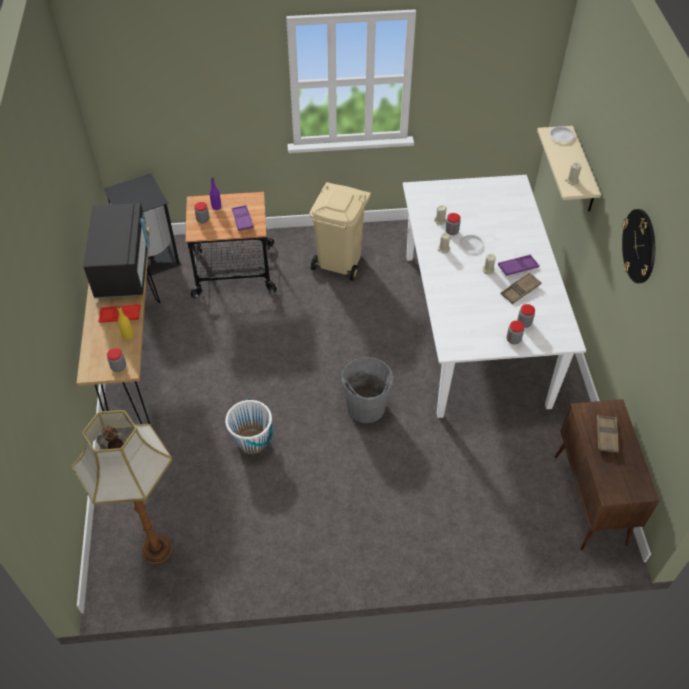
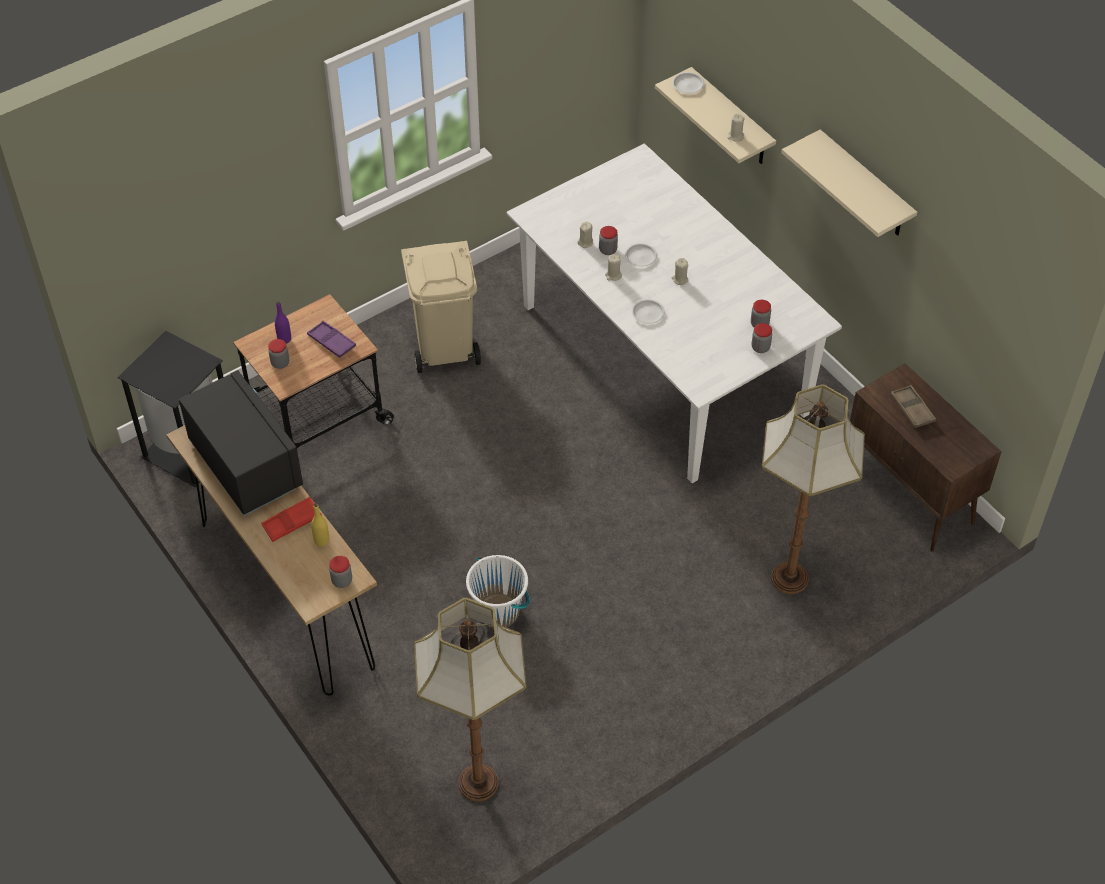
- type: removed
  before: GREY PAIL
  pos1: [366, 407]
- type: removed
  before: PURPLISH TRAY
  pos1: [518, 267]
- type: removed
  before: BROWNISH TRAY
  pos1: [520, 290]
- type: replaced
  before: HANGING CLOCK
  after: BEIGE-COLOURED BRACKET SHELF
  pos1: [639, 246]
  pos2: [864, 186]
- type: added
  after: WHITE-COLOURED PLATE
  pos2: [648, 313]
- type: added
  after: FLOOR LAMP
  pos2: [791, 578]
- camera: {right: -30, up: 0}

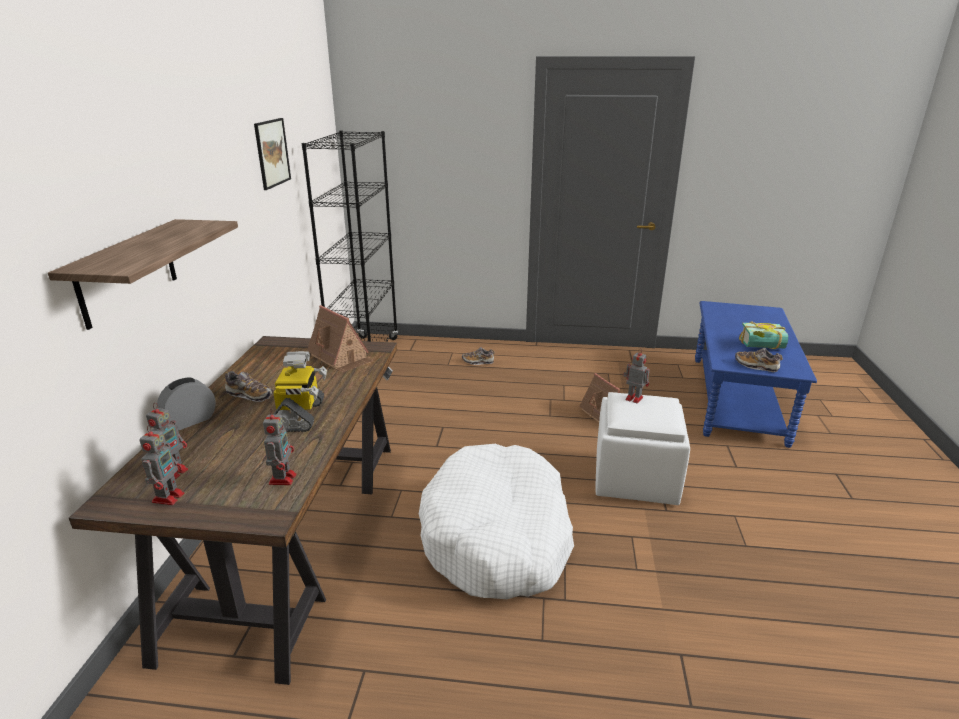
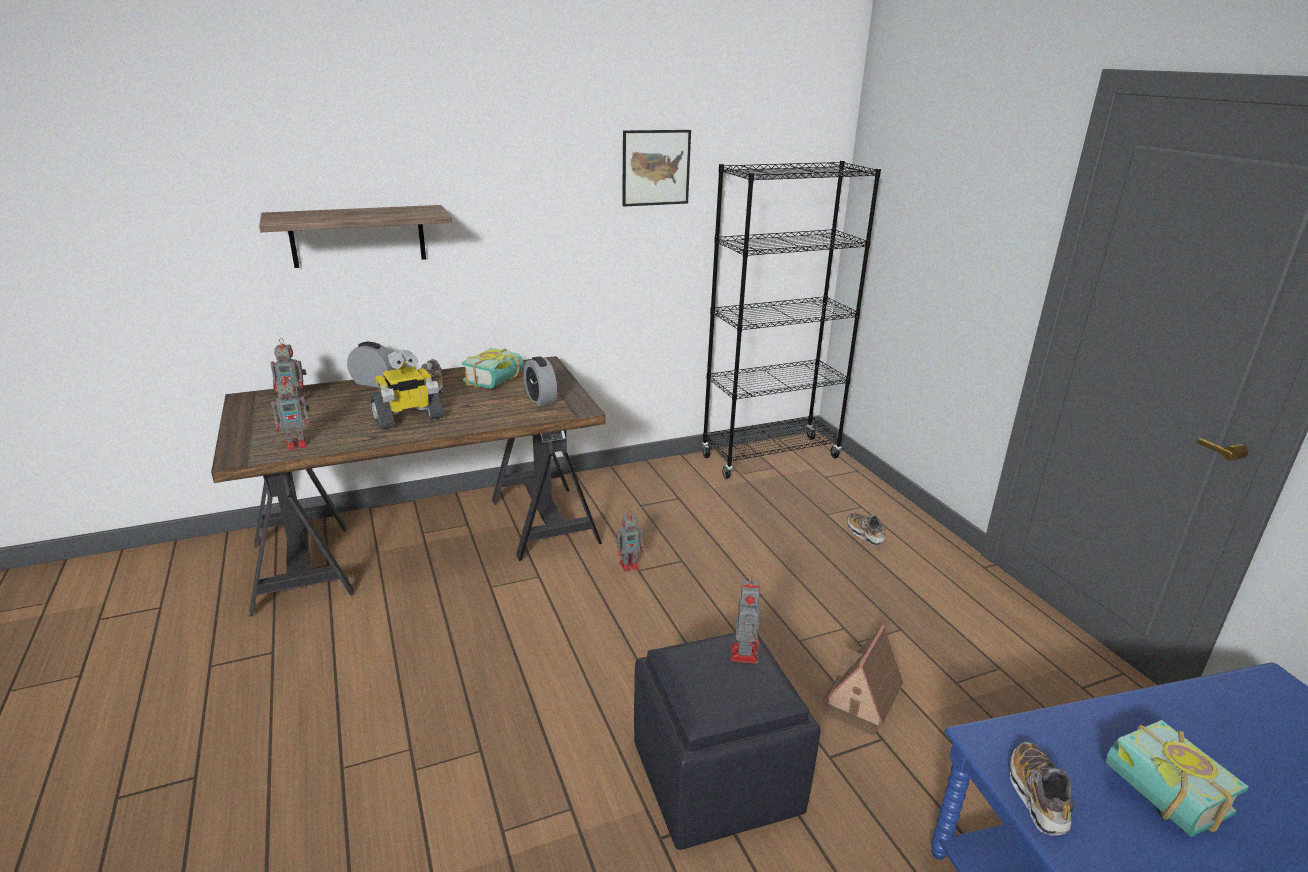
- type: moved
  before: ROBOT FIGURE
  pos1: [169, 496]
  pos2: [630, 565]
- type: replaced
  before: TOY HOUSE
  after: ALARM CLOCK
  pos1: [340, 357]
  pos2: [540, 399]
- type: removed
  before: WHITE-COLOURED DOG BED
  pos1: [497, 536]
- type: recoloured
  before: WHITE-COLOURED POUFFE
  after: BLACKISH POUFFE
  pos1: [634, 479]
  pos2: [714, 778]
- type: added
  after: BOOK
  pos2: [499, 382]
- camera: {right: 60, up: 0}

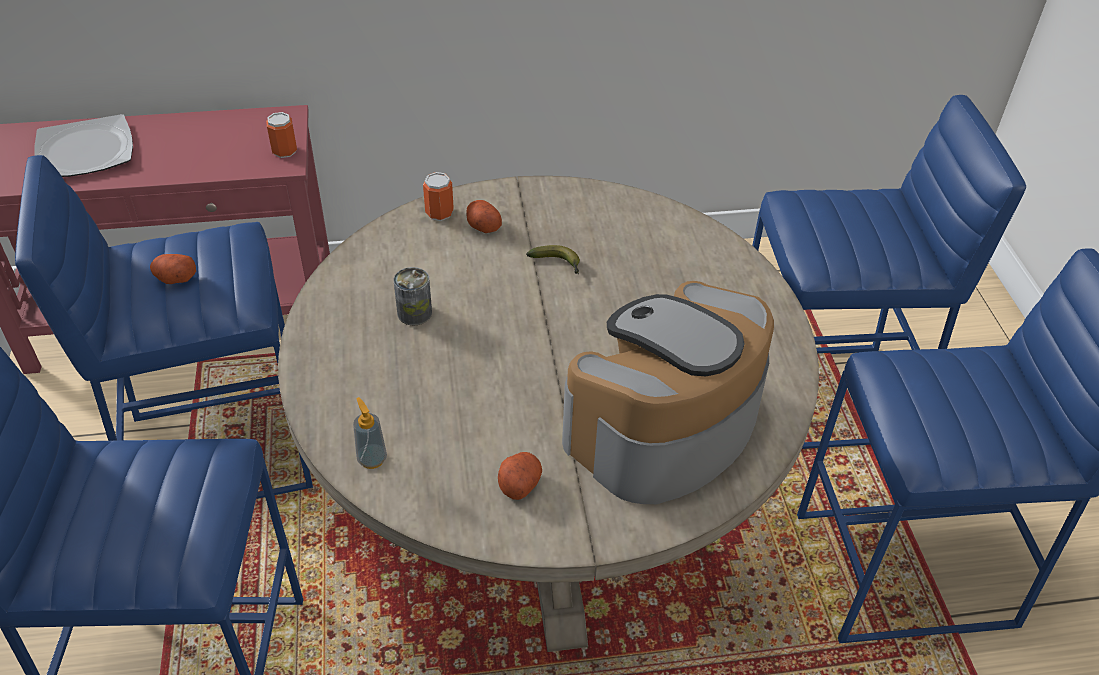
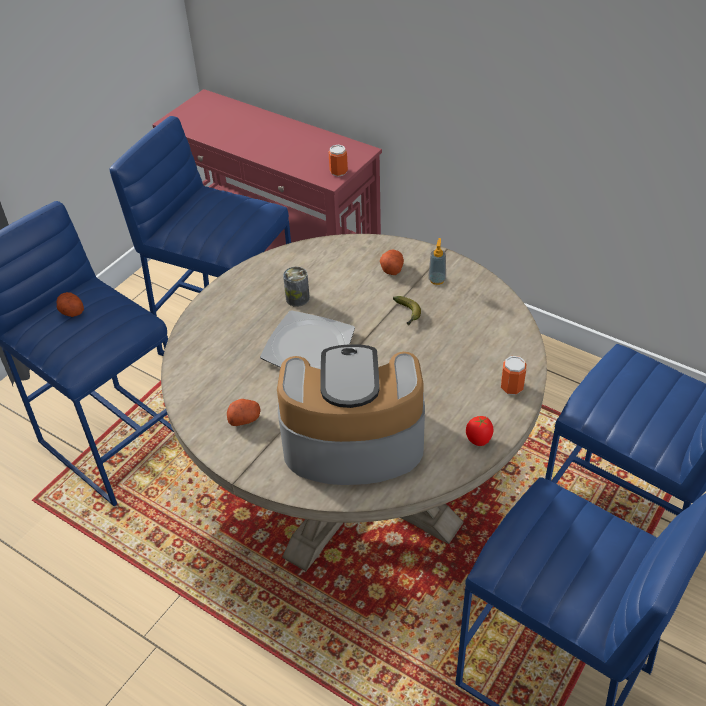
- type: moved
  before: PLATE
  pos1: [86, 150]
  pos2: [309, 346]
- type: moved
  before: POTATO
  pos1: [175, 278]
  pos2: [71, 311]
- type: moved
  before: SOAP BOTTLE
  pos1: [372, 459]
  pos2: [437, 280]
- type: moved
  before: CAN
  pos1: [439, 213]
  pos2: [511, 387]
- type: added
  after: FRESH TOMATO
  pos2: [478, 441]
- camera: {right: 45, up: 0}

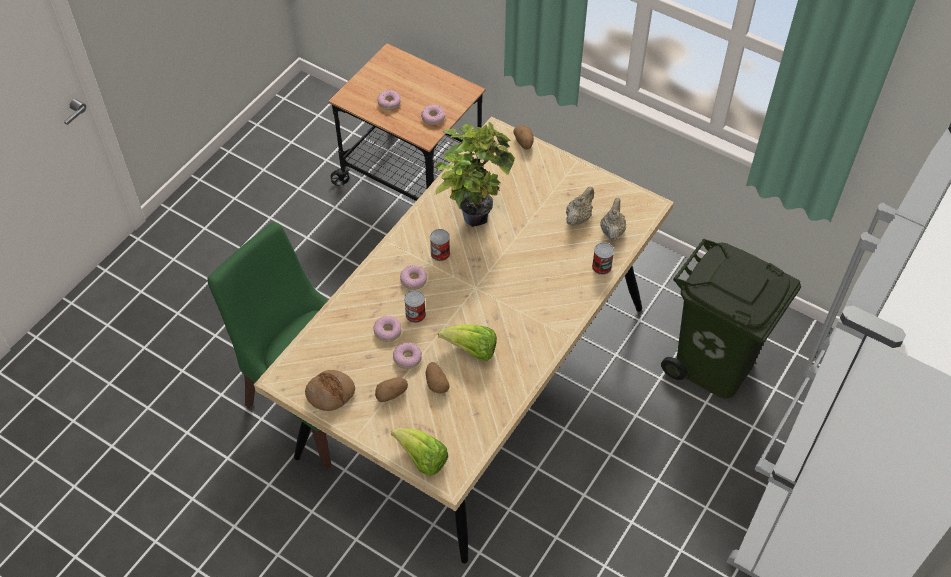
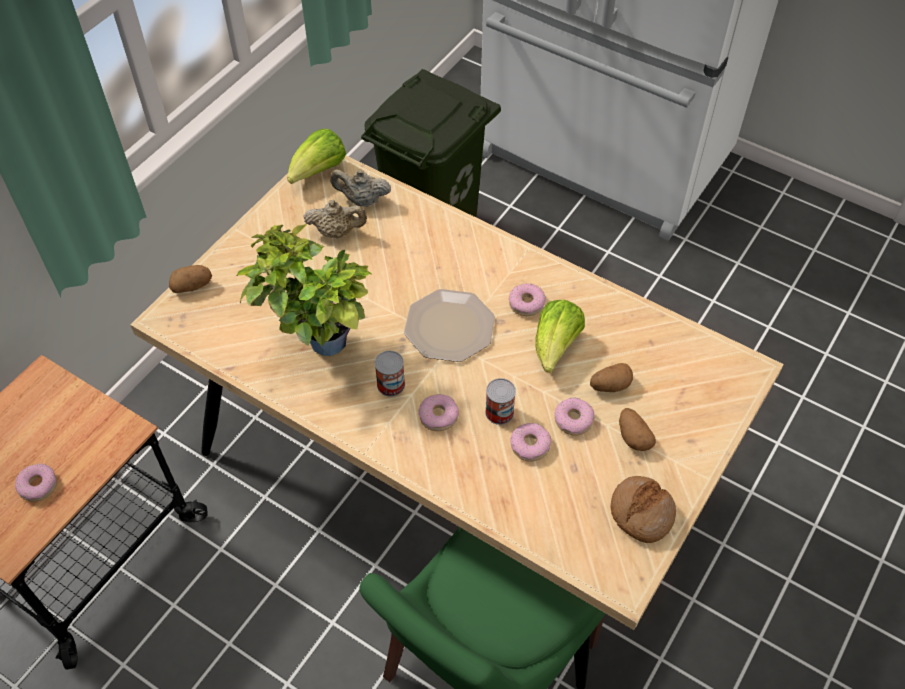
- type: moved
  before: LETTUCE HEAD
  pos1: [422, 459]
  pos2: [318, 172]
- type: moved
  before: DOUGHNUT
  pos1: [433, 117]
  pos2: [526, 303]
- type: turned
  before: BEIGE-COLOURED TEA POT
  pos1: [578, 217]
  pos2: [337, 232]
  turn: 150
- type: removed
  before: CAN
  pos1: [601, 266]
- type: added
  after: PLATE
  pos2: [449, 327]
- camera: {right: -90, up: 0}

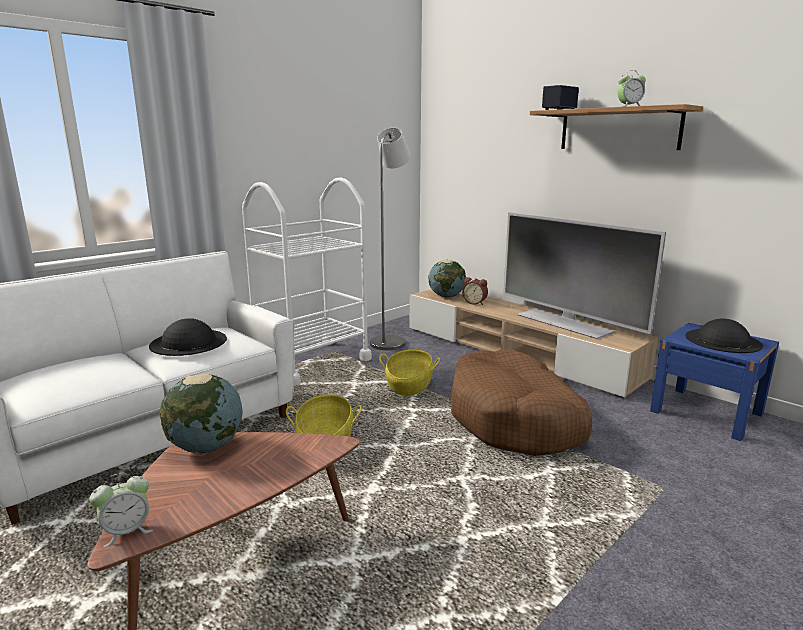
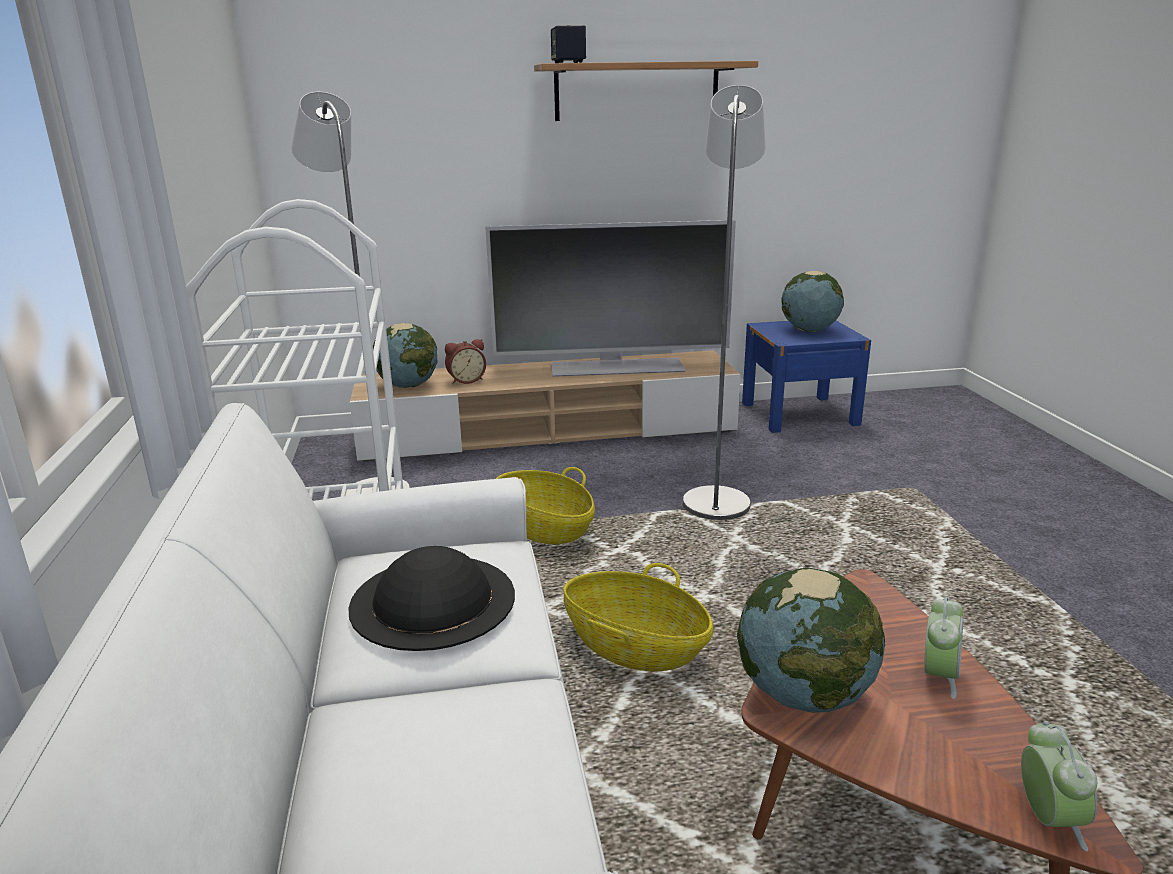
- type: replaced
  before: BROWNISH DOG BED
  after: GREY FLOOR LAMP
  pos1: [515, 419]
  pos2: [717, 499]
- type: moved
  before: ALARM CLOCK
  pos1: [629, 107]
  pos2: [938, 676]
- type: replaced
  before: BLACKISH CLOTHING HAT
  after: DESK GLOBE
  pos1: [723, 340]
  pos2: [809, 330]
- camera: {right: -55, up: 5}

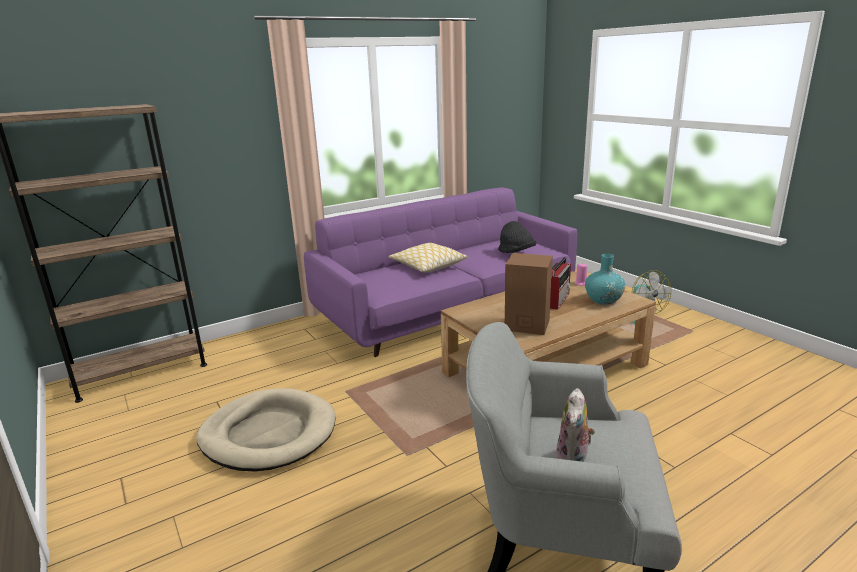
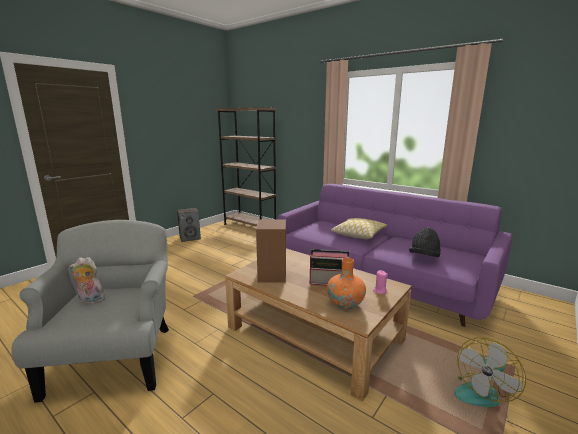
- type: removed
  before: BEIGE-COLOURED DOG BED
  pos1: [268, 434]
- type: recoloured
  before: BLUE-GREEN DECORATIVE VASE
  after: ORANGE DECORATIVE VASE
  pos1: [603, 300]
  pos2: [345, 303]
- type: added
  after: AUDIO SPEAKER
  pos2: [190, 238]
- camera: {right: 70, up: -5}

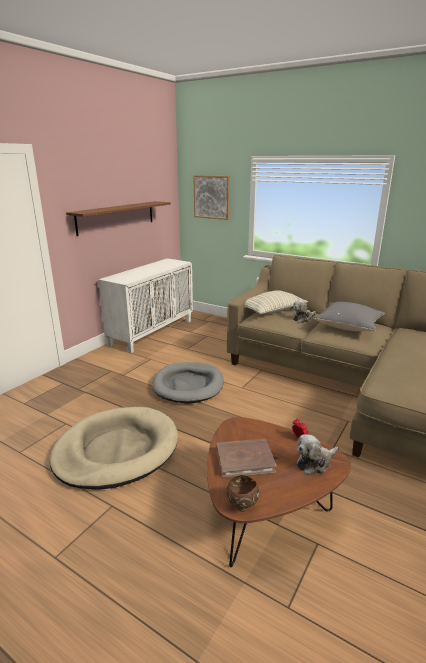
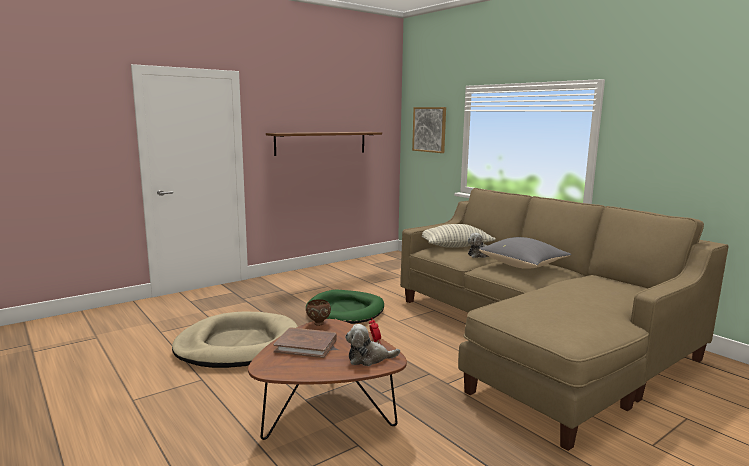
- type: removed
  before: WHITE-COLOURED STORAGE CABINET
  pos1: [152, 332]
- type: recoloured
  before: GREY DOG BED
  after: GREEN DOG BED
  pos1: [188, 385]
  pos2: [346, 311]
- type: moved
  before: BROWNISH BOWL
  pos1: [241, 506]
  pos2: [318, 323]
- camera: {right: 20, up: -10}

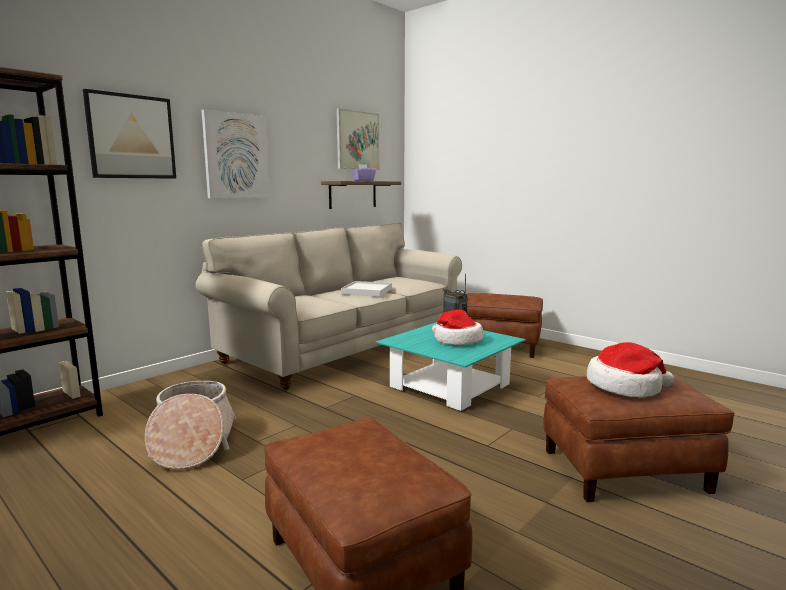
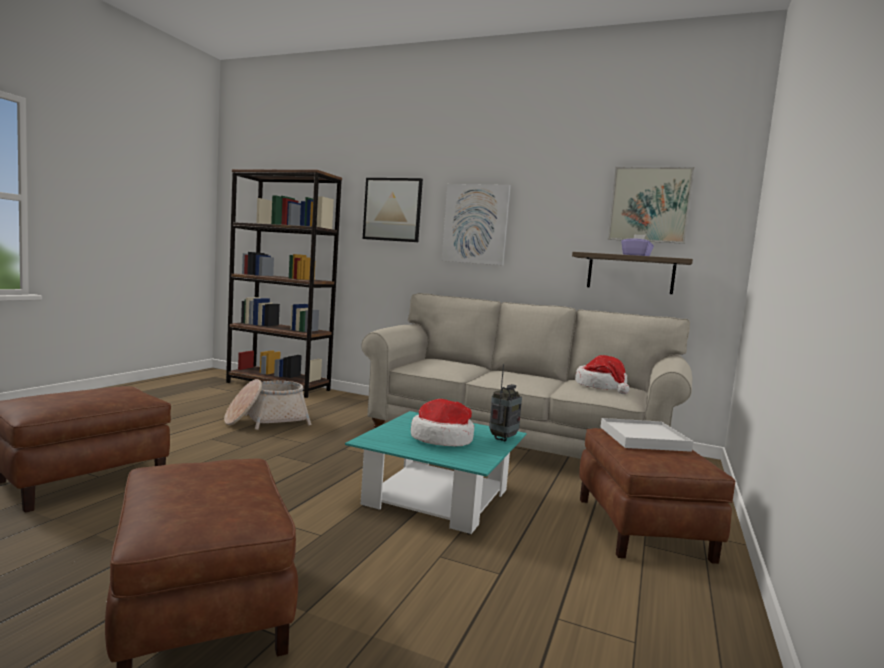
- type: moved
  before: WHITE-COLOURED TRAY
  pos1: [367, 291]
  pos2: [643, 438]
- type: moved
  before: CLOTHING HAT
  pos1: [625, 386]
  pos2: [601, 387]
- camera: {right: 70, up: -5}

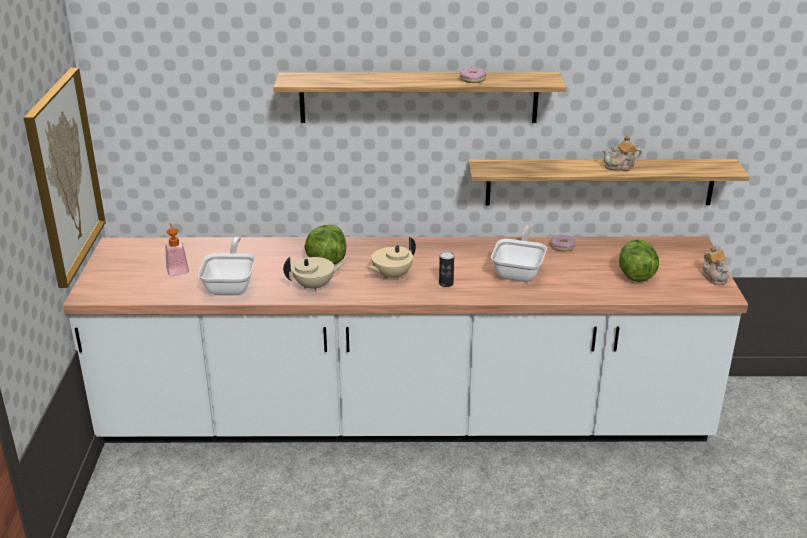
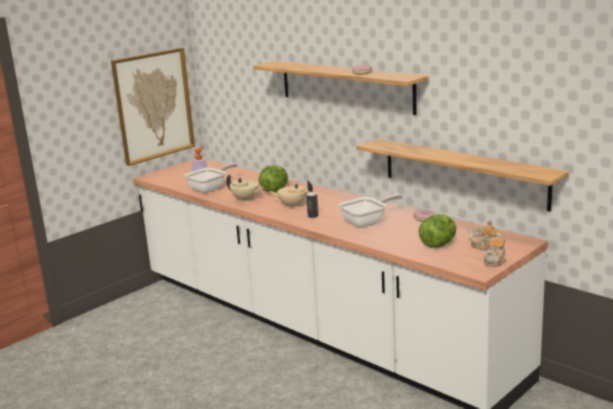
- type: moved
  before: TEA POT
  pos1: [620, 167]
  pos2: [484, 246]
- camera: {right: 45, up: -10}

